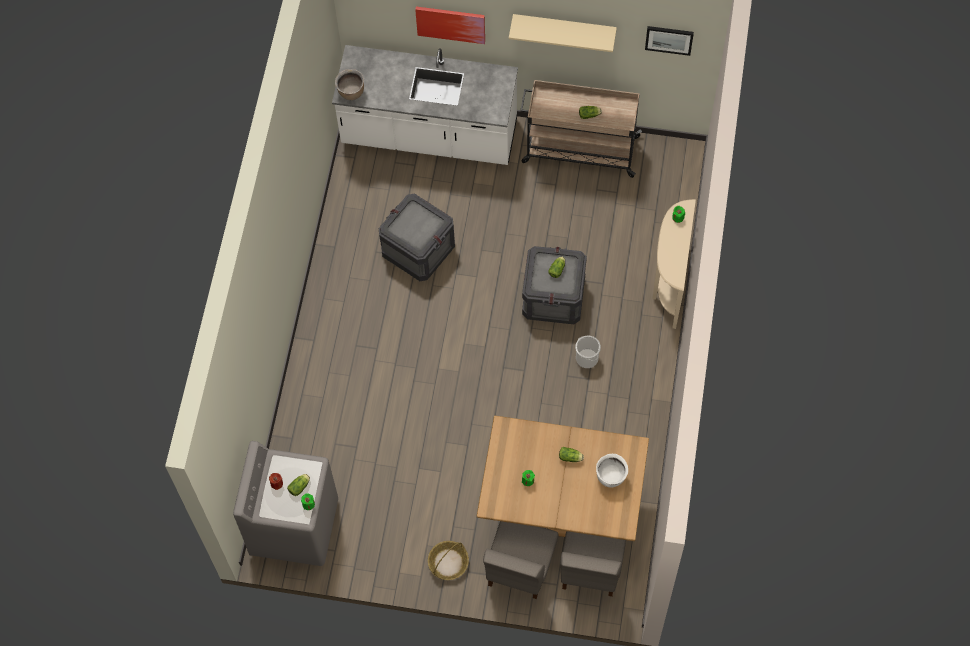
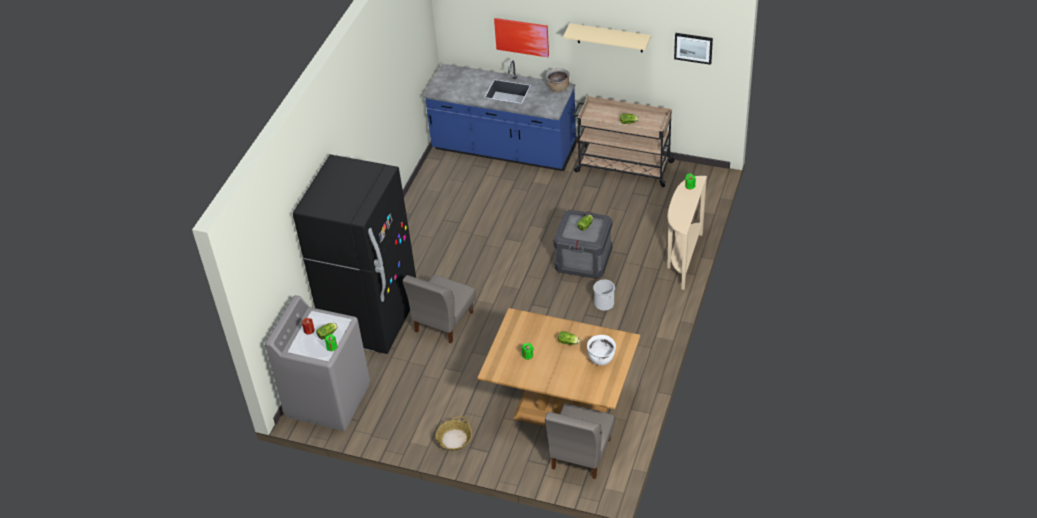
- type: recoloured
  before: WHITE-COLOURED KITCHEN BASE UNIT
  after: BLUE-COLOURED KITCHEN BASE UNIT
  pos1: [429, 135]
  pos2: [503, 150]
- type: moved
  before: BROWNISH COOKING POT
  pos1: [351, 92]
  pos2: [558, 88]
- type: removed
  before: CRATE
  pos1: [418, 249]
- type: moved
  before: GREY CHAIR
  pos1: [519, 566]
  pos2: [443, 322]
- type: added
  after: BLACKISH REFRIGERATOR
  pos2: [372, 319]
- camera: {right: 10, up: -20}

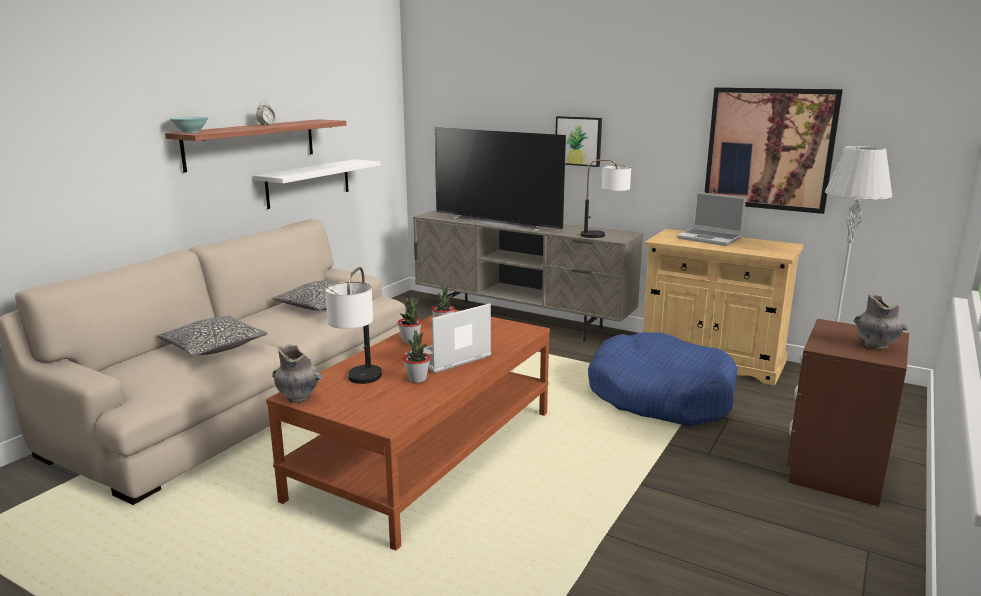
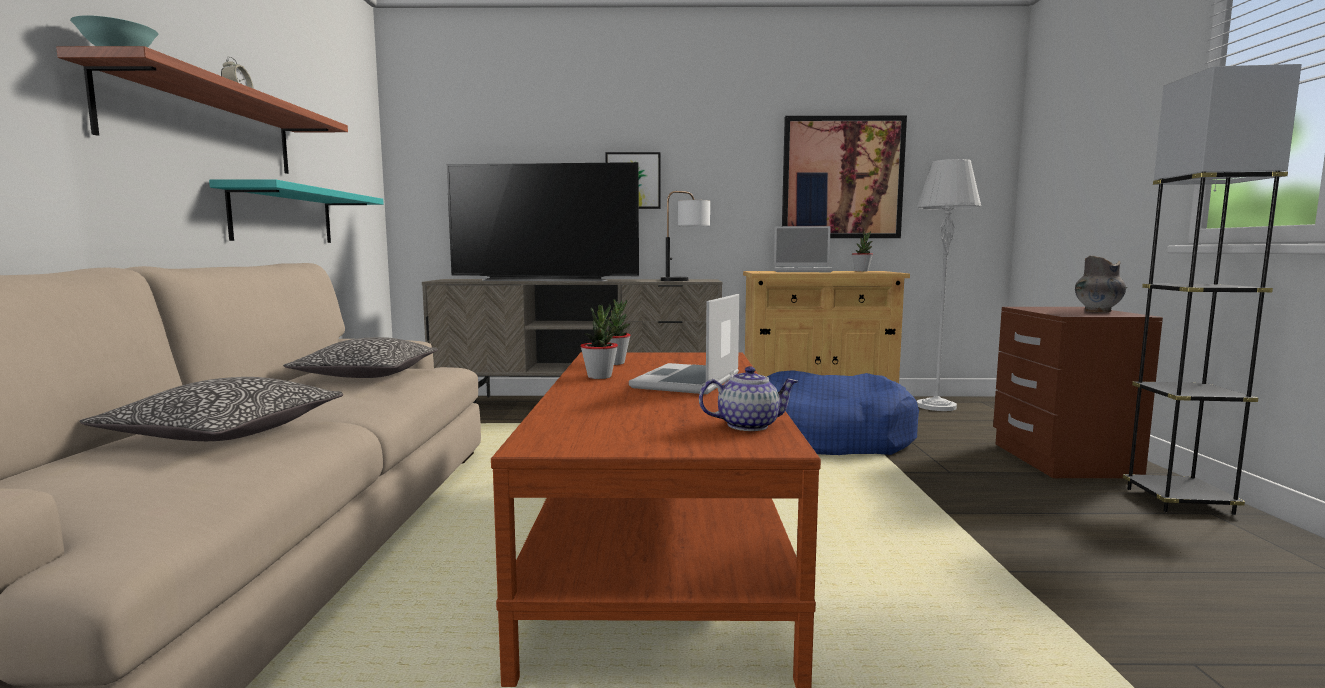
- type: recoloured
  before: WHITE-COLOURED BRACKET SHELF
  after: BLUE-GREEN BRACKET SHELF
  pos1: [308, 183]
  pos2: [283, 216]
- type: removed
  before: GREY DECORATIVE VASE
  pos1: [299, 398]
- type: removed
  before: TABLETOP LAMP
  pos1: [359, 383]
- type: moved
  before: HOUSEPLANT
  pos1: [417, 379]
  pos2: [861, 271]
- type: added
  after: TEA POT
  pos2: [748, 425]
- type: added
  after: GREY FLOOR LAMP
  pos2: [1179, 501]
- camera: {right: -30, up: -10}

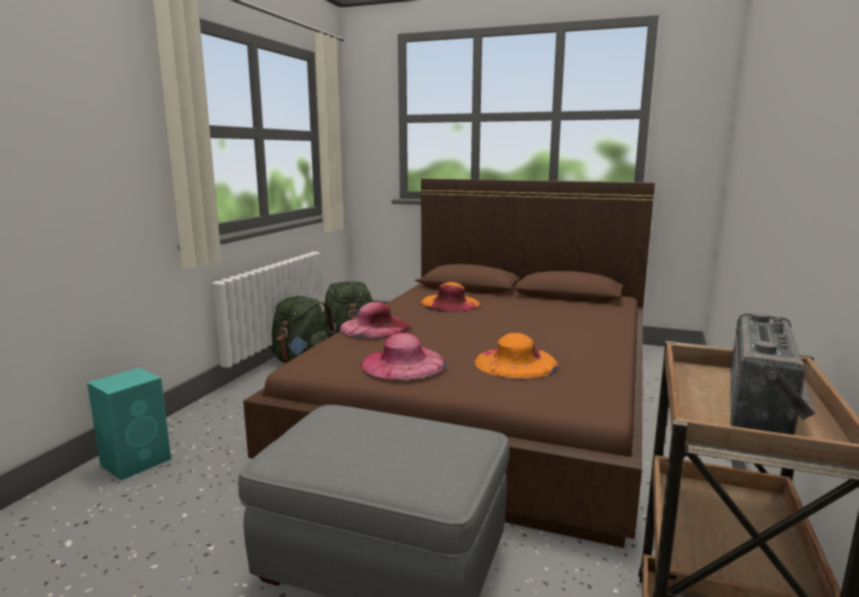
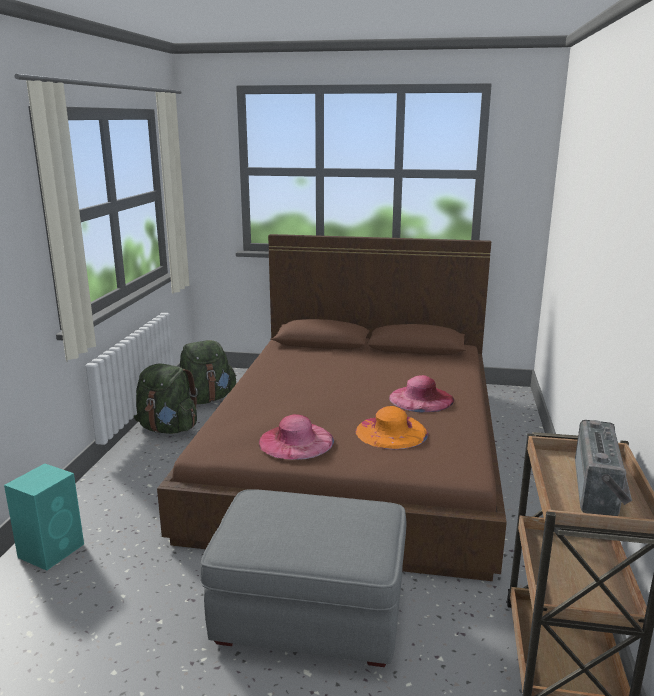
- type: moved
  before: PINKISH CLOTHING HAT
  pos1: [375, 327]
  pos2: [421, 398]
- type: removed
  before: ORANGE CLOTHING HAT
  pos1: [450, 303]
- camera: {right: -10, up: 5}

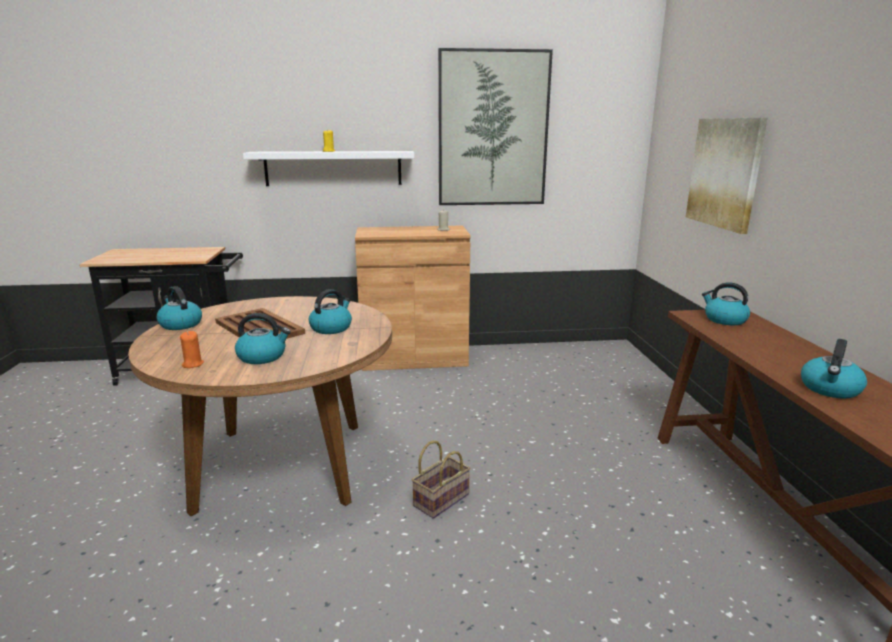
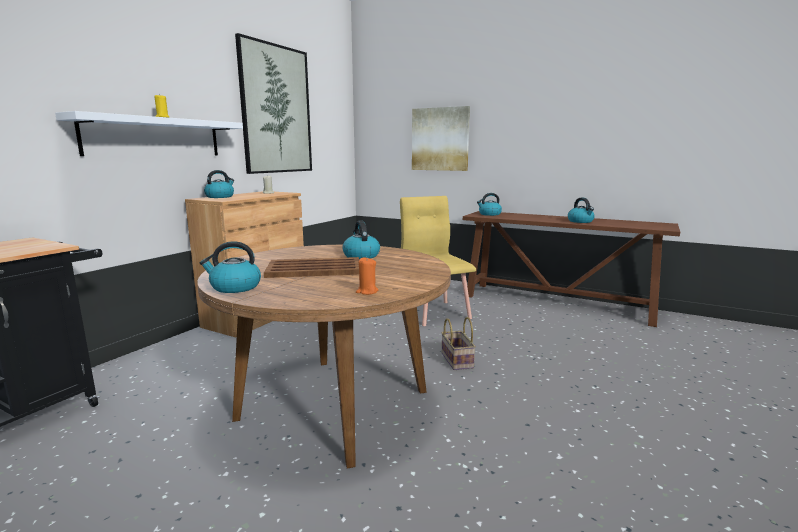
- type: moved
  before: KETTLE
  pos1: [263, 356]
  pos2: [220, 197]
- type: added
  after: YELLOW-COLOURED CHAIR
  pos2: [435, 313]
- camera: {right: -55, up: -5}

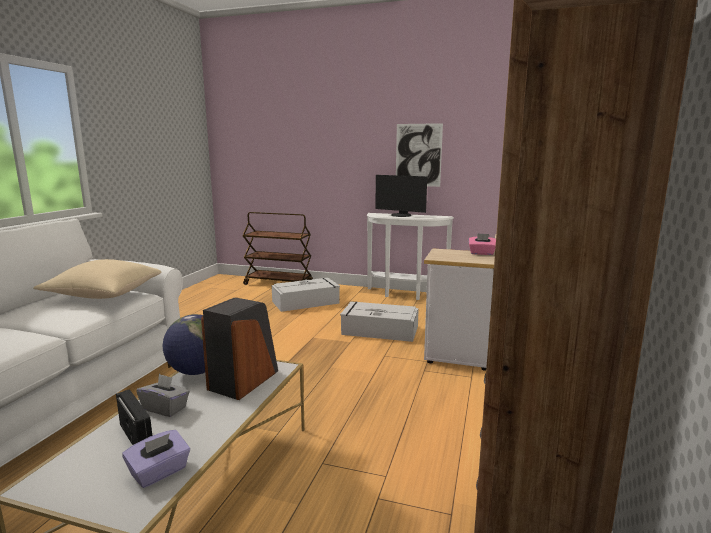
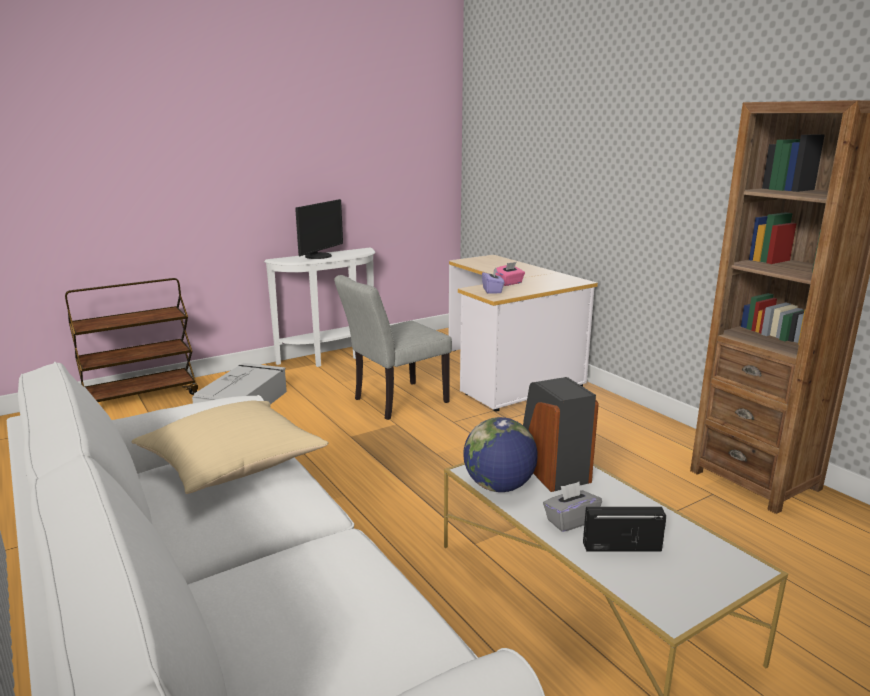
- type: moved
  before: PURPLISH TISSUE BOX
  pos1: [159, 472]
  pos2: [492, 290]
- type: replaced
  before: GREY STORAGE BOX
  after: GREY CHAIR
  pos1: [378, 330]
  pos2: [394, 402]
- type: turned
  before: COMPUTER DISPLAY
  pos1: [400, 215]
  pos2: [319, 256]
  turn: -45
- type: removed
  before: PICTURE
  pos1: [418, 155]
- camera: {right: -50, up: 5}

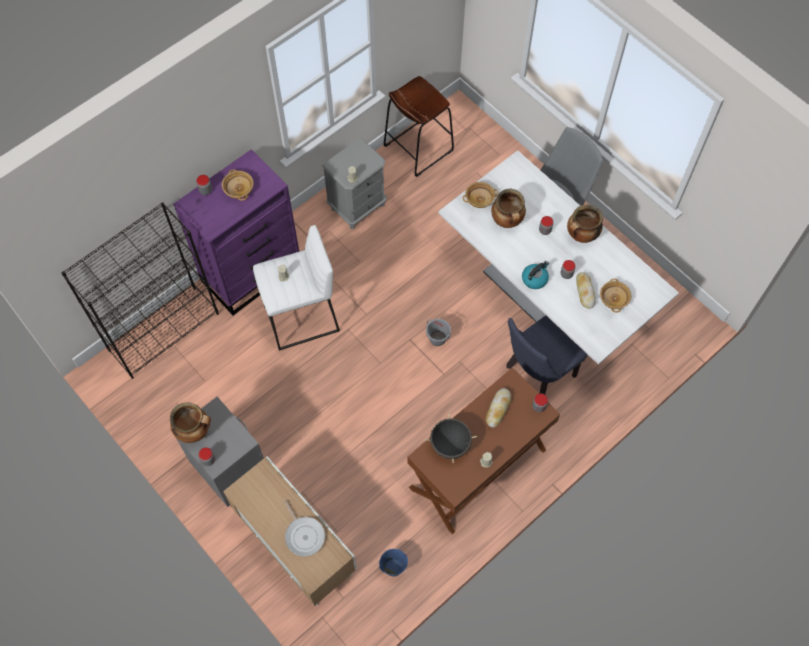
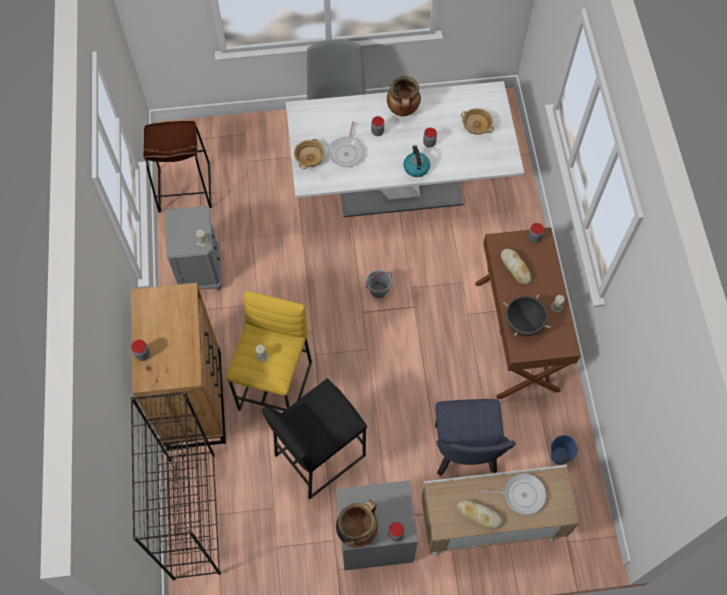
- type: recoloured
  before: PURPLISH DRAWER CHEST
  after: BROWNISH DRAWER CHEST
  pos1: [252, 272]
  pos2: [194, 399]
- type: removed
  before: BEIGE-COLOURED BOWL
  pos1: [238, 189]
- type: recoloured
  before: WHITE-COLOURED STOOL
  after: YELLOW-COLOURED STOOL
  pos1: [302, 319]
  pos2: [276, 386]
- type: replaced
  before: COOKING POT
  after: SKILLET
  pos1: [507, 221]
  pos2: [347, 152]
- type: moved
  before: BLUE-COLOURED CHAIR
  pos1: [536, 375]
  pos2: [465, 454]
- type: moved
  before: BAKED BREAD
  pos1: [585, 291]
  pos2: [479, 515]
- type: added
  after: BLACKISH STOOL
  pos2: [319, 454]
- camera: {right: -55, up: 0}

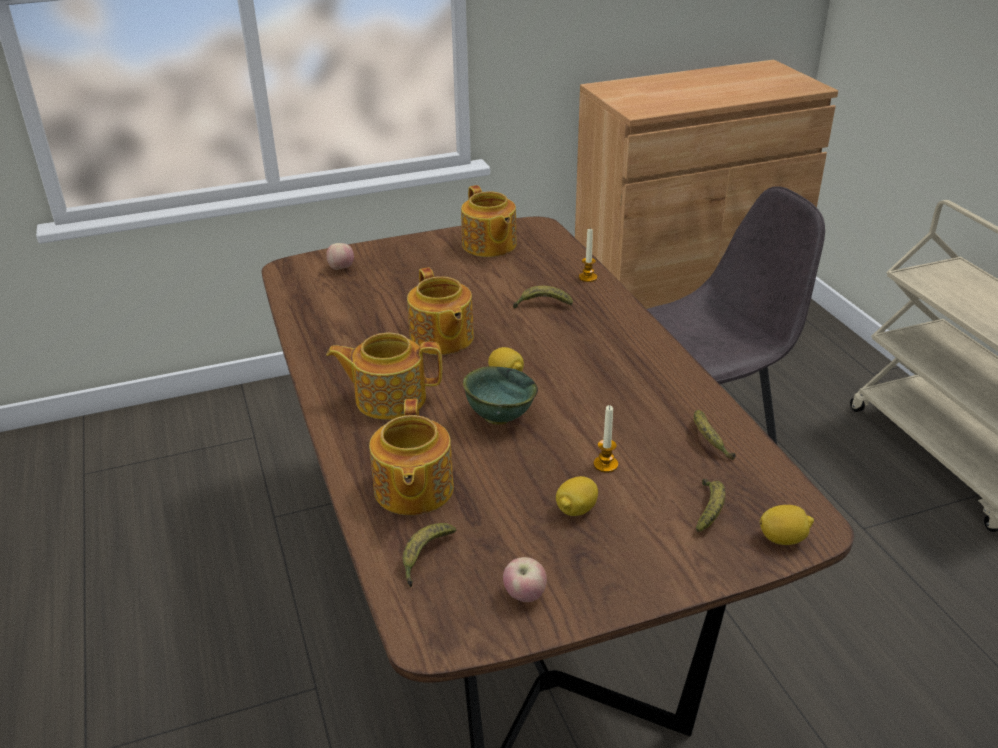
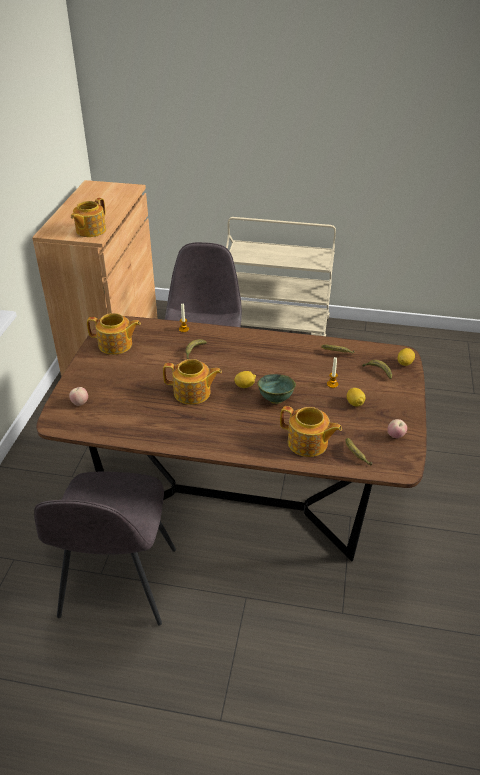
- type: moved
  before: TEA POT
  pos1: [389, 398]
  pos2: [90, 230]
- type: added
  after: GREY CHAIR
  pos2: [118, 585]
- camera: {right: -60, up: 5}

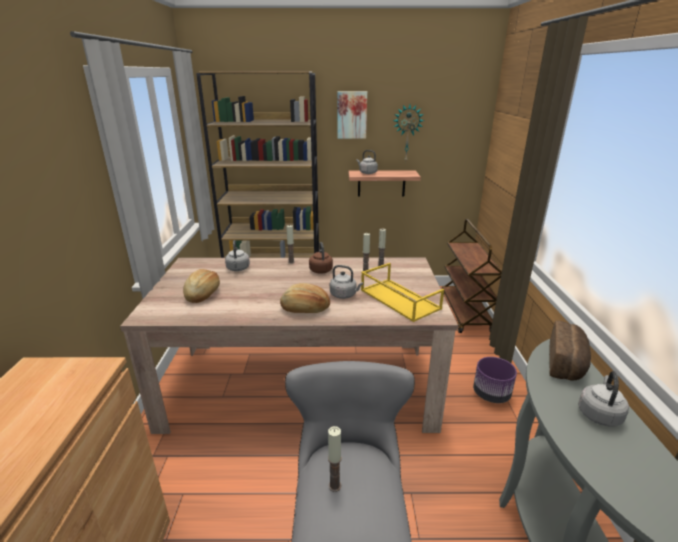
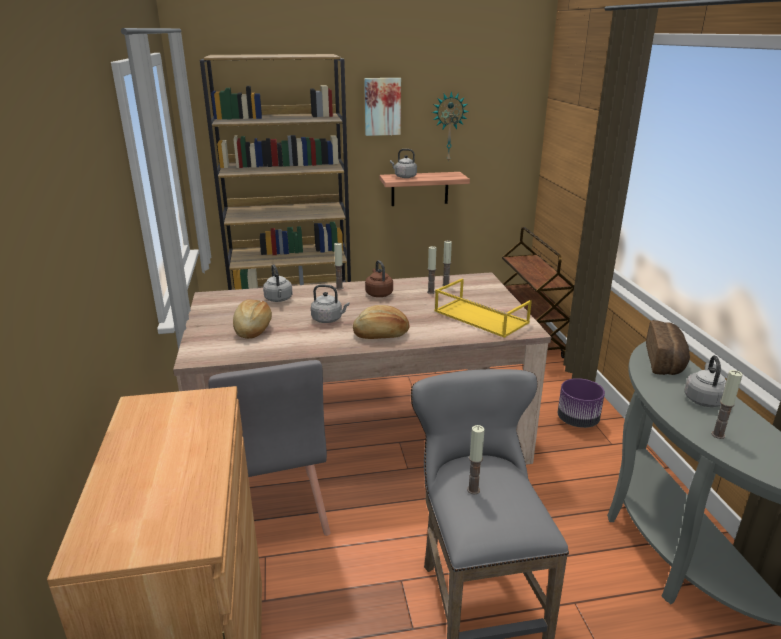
- type: moved
  before: GREY KETTLE
  pos1: [344, 295]
  pos2: [328, 319]
- type: added
  after: GREY CHAIR
  pos2: [276, 512]
- type: added
  after: WAX LIGHT
  pos2: [718, 435]
- camera: {right: -10, up: 0}

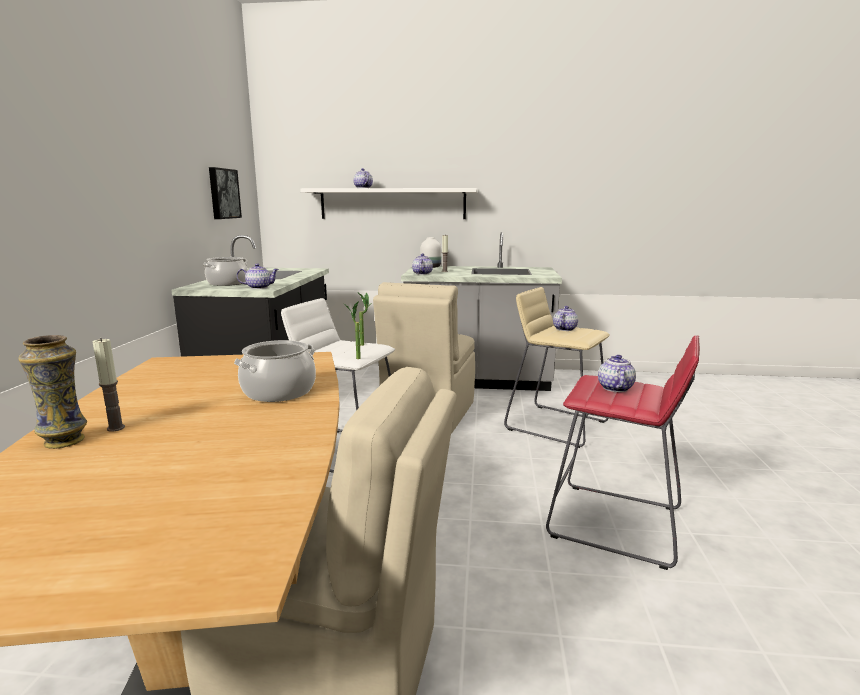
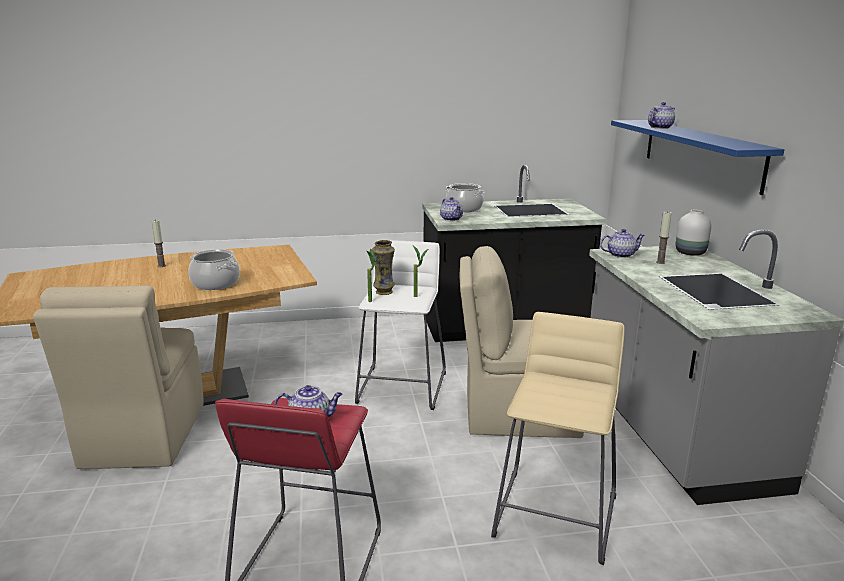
- type: moved
  before: DECORATIVE VASE
  pos1: [64, 441]
  pos2: [384, 292]
- type: removed
  before: PICTURE
  pos1: [223, 193]
- type: recoloured
  before: WHITE-COLOURED BRACKET SHELF
  after: BLUE-COLOURED BRACKET SHELF
  pos1: [392, 204]
  pos2: [700, 153]
- type: removed
  before: TEA POT
  pos1: [564, 329]
- camera: {right: 75, up: 5}

